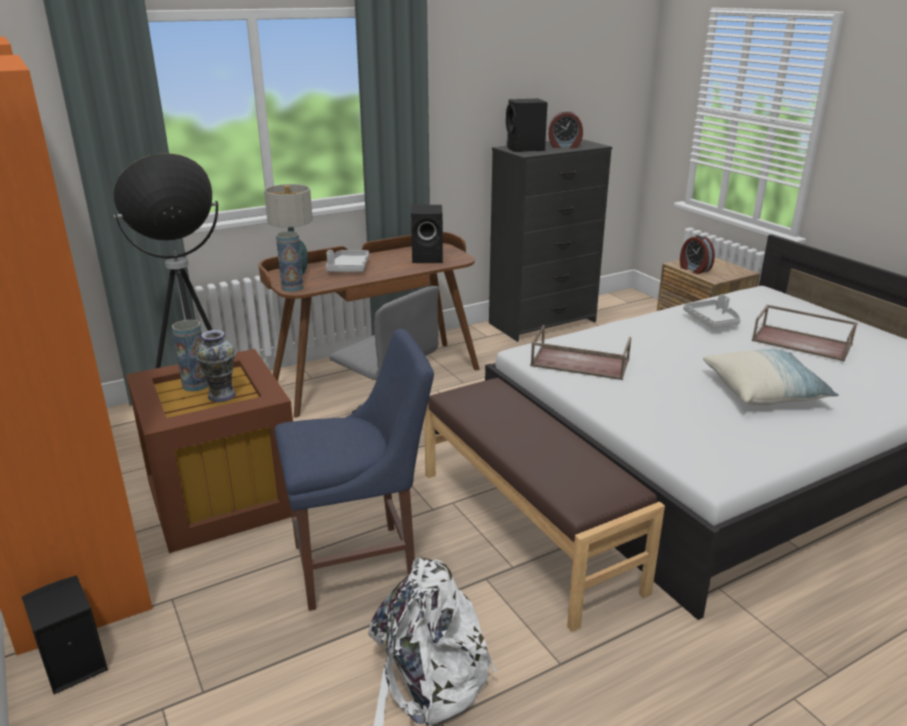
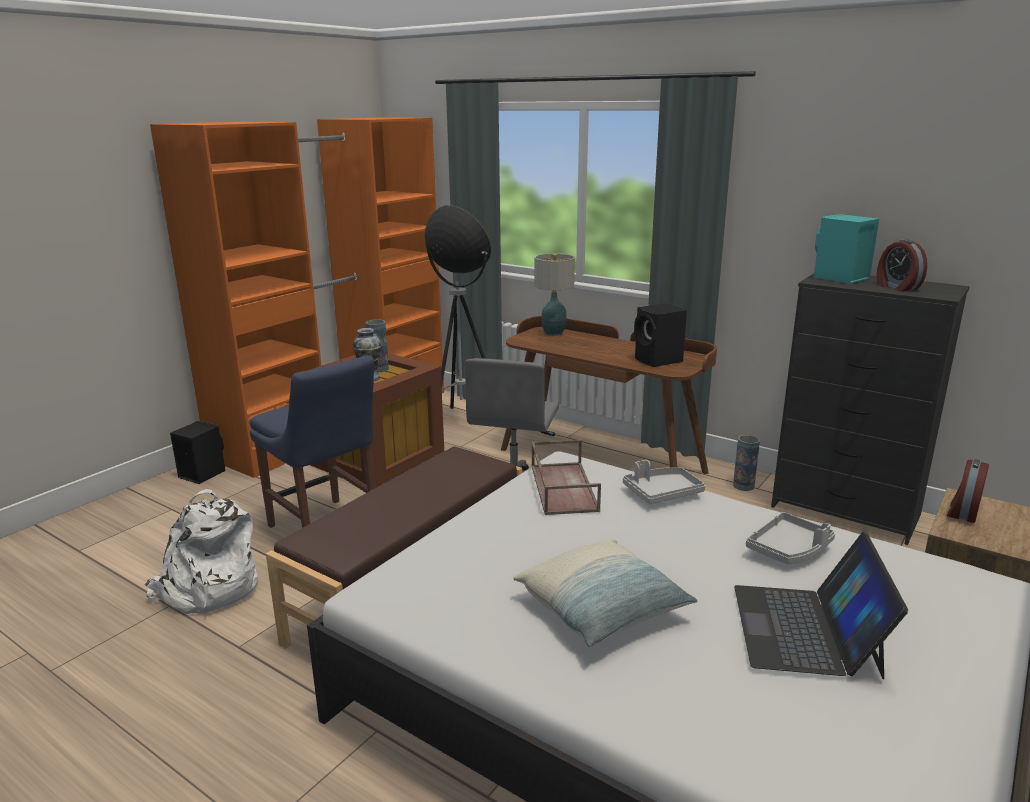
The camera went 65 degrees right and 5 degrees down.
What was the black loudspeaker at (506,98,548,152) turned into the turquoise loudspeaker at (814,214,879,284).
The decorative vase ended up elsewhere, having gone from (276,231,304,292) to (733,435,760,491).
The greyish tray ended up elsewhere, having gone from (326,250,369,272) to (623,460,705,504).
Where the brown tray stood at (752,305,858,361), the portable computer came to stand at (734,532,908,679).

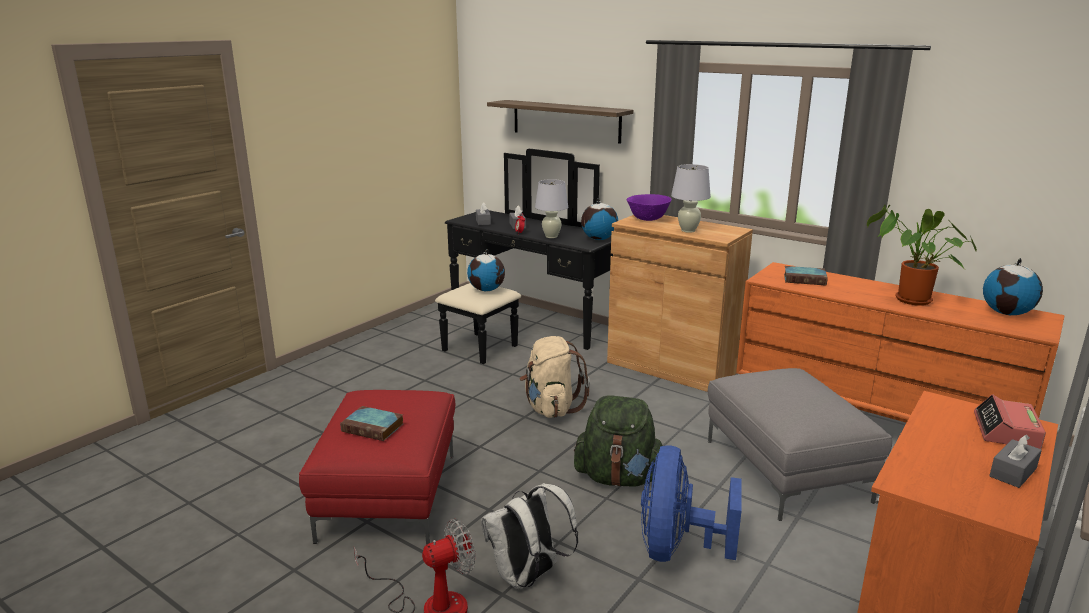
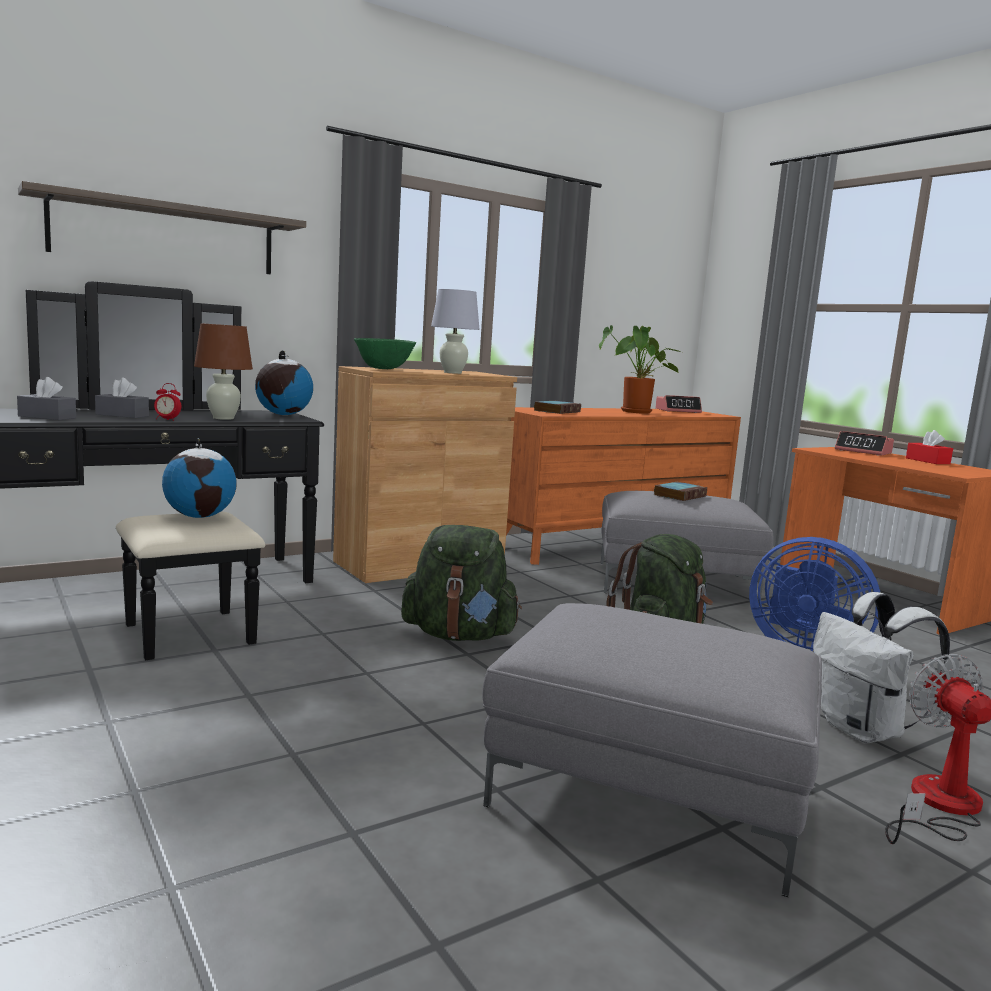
The camera went 70 degrees left and 10 degrees down.
What was the whitish tabletop lamp at (535,179,568,238) turned into the brown tabletop lamp at (194,323,253,420).
What was the purple deep dish at (627,194,672,221) turned into the green deep dish at (354,338,416,369).
Where the desk globe stood at (983,258,1043,315), the bedside clock came to stand at (655,395,702,413).
What was the beige knapsack at (520,336,590,418) turned into the green knapsack at (401,525,522,641).
What was the reddish ottoman at (299,390,455,545) turned into the greyish ottoman at (482,603,822,897).
The book ended up elsewhere, having gone from (340,406,403,441) to (654,482,707,501).
What was the greyish tissue holder at (989,435,1042,488) turned into the reddish tissue holder at (906,430,953,464).

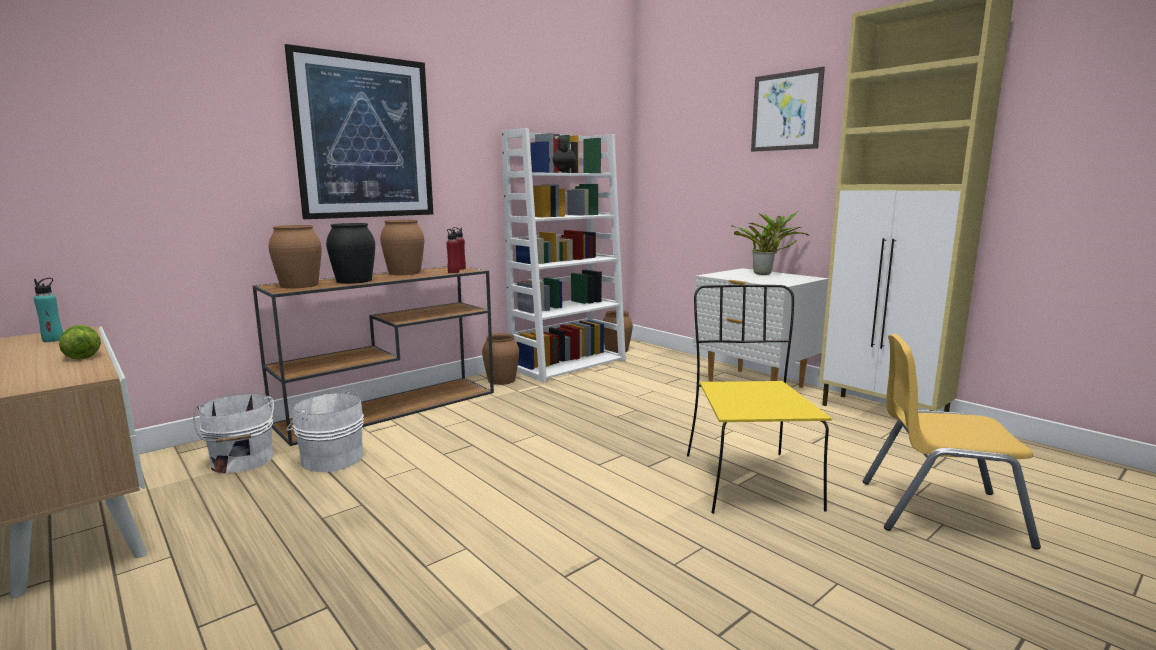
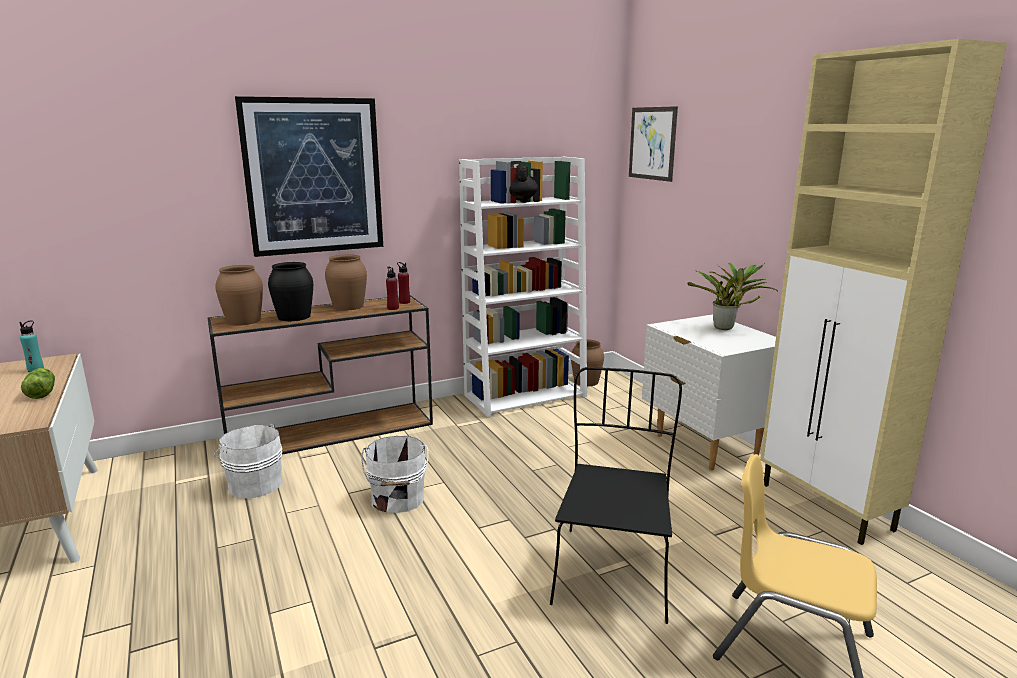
The camera went 15 degrees right and 5 degrees up.
The wall picture ended up elsewhere, having gone from (751,67,825,152) to (629,106,678,182).
What was the yellow plain chair at (687,285,832,514) turned into the black plain chair at (550,367,682,624).
The second view lost the brown decorative vase at (482,333,519,385).
The whitish pail ended up elsewhere, having gone from (193,393,274,473) to (361,436,429,513).

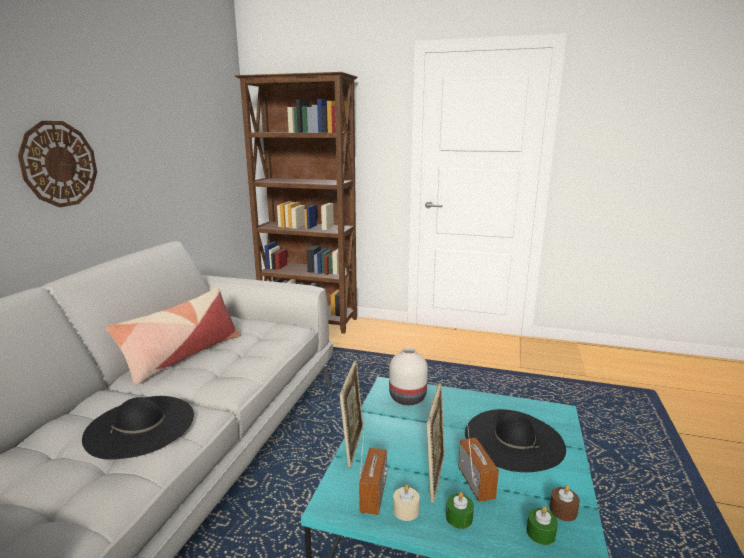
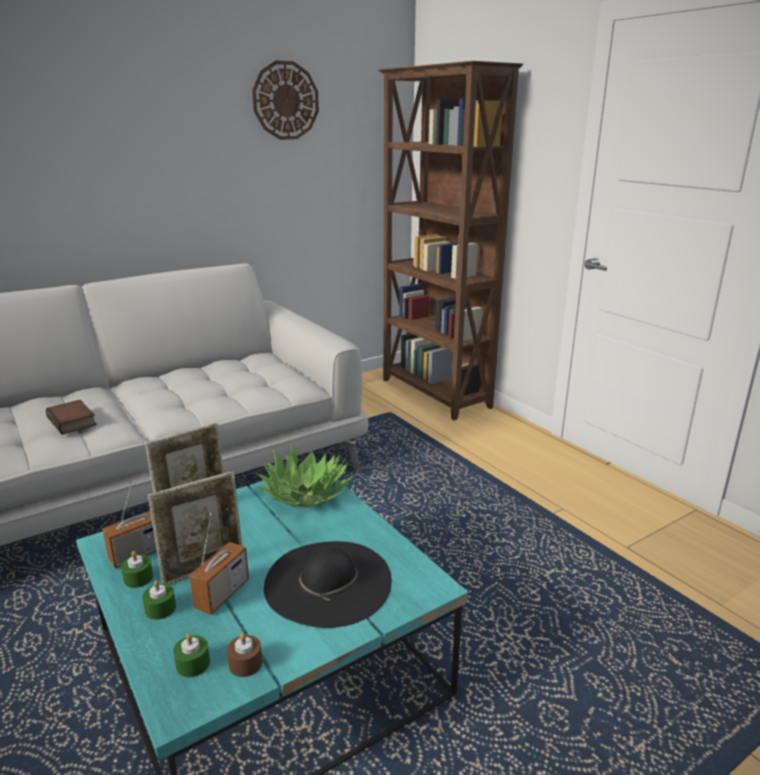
The camera went 40 degrees right and 5 degrees up.
The clock on the wall ended up elsewhere, having gone from (18,121,97,207) to (252,60,319,140).
The second view lost the cushion at (106,287,241,384).
Where the whitish decorative vase stood at (389,347,428,405), the houseplant came to stand at (256,445,354,507).
Where the black hat stood at (82,396,194,460), the book came to stand at (46,400,97,435).
What was the beige candle at (393,485,420,521) turned into the green candle at (121,551,153,588).

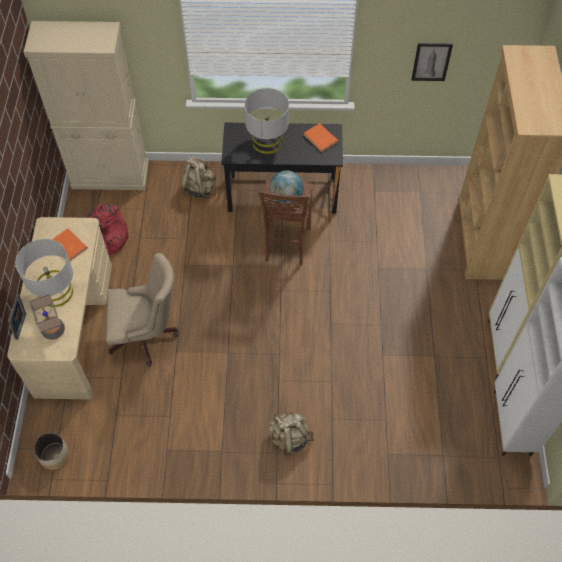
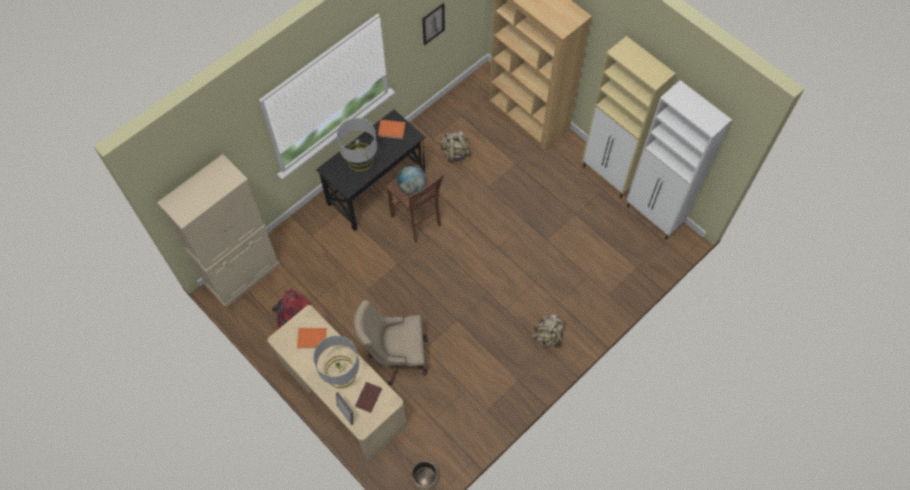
The camera went 45 degrees left and 5 degrees up.
The beige knapsack ended up elsewhere, having gone from (181,157,216,199) to (440,131,472,163).
The beige office chair at (106,253,179,367) ended up facing another way, 135 degrees counterclockwise from before.
Where the tabletop lamp stood at (29,294,65,340), the brown book came to stand at (355,382,382,413).

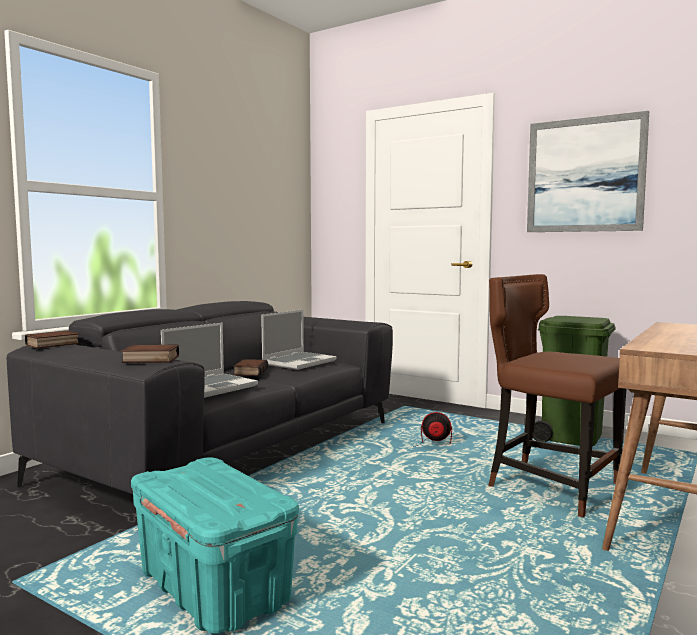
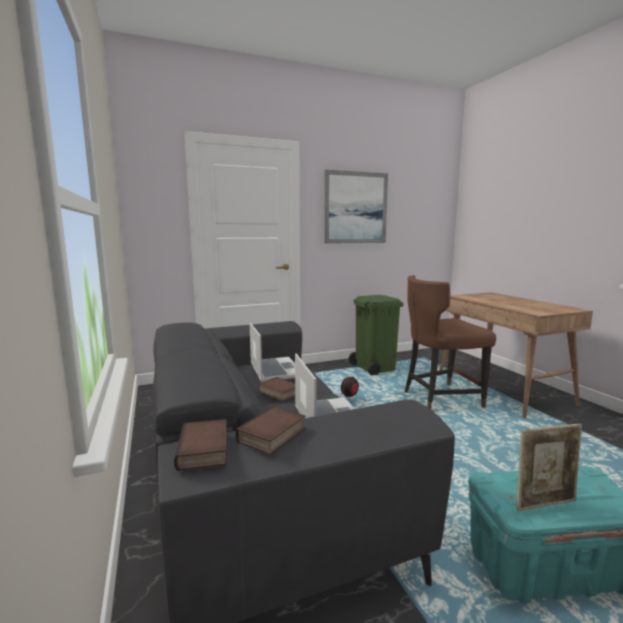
The camera went 55 degrees left and 5 degrees up.
The book ended up elsewhere, having gone from (121,345,179,363) to (235,406,306,455).
The second view gained the standing frame at (516,424,582,511).

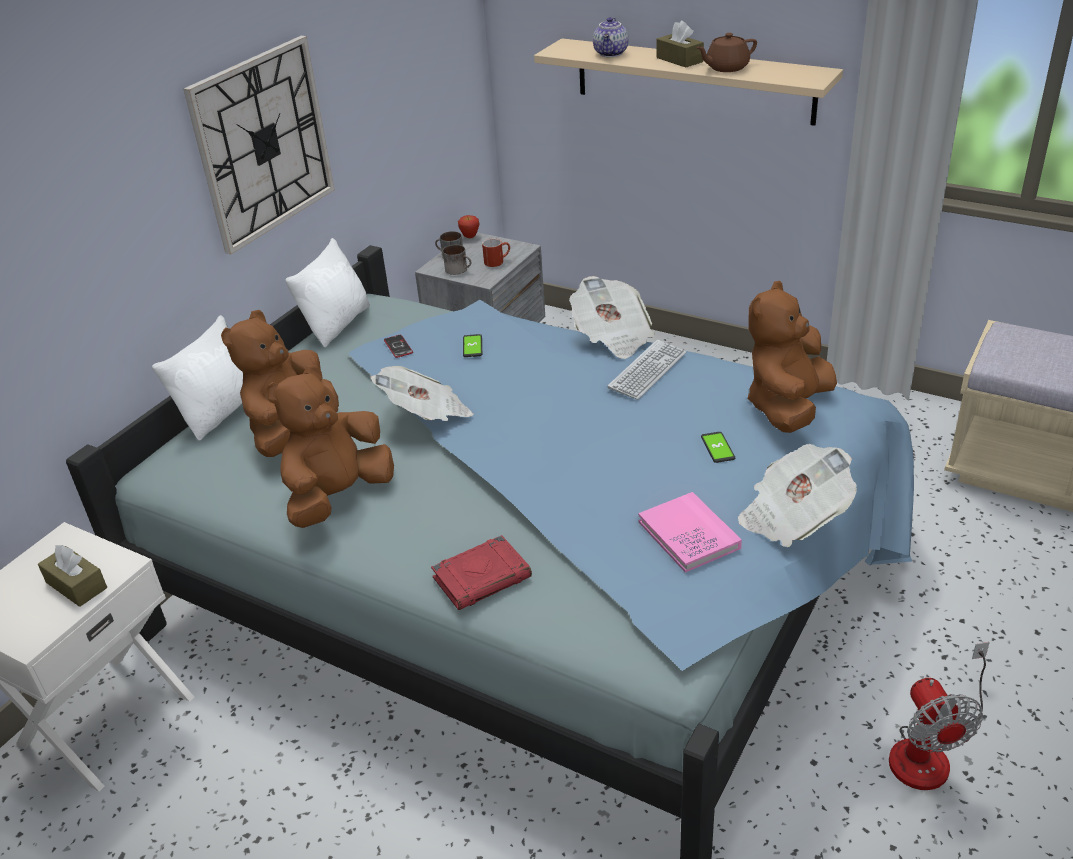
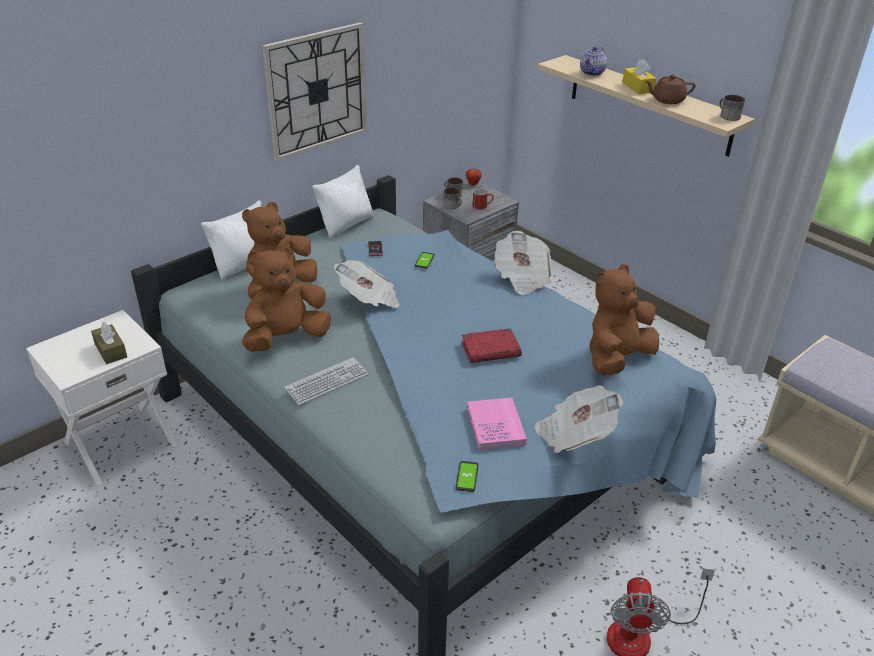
The camera went 15 degrees right and 0 degrees up.
What was the brown tissue holder at (656,20,704,67) turned into the yellow tissue holder at (622,59,657,94).
The computer keyboard ended up elsewhere, having gone from (608,340,686,400) to (284,357,368,405).
The handset ended up elsewhere, having gone from (701,432,735,463) to (456,461,478,492).
The reddish book ended up elsewhere, having gone from (431,535,532,610) to (461,328,522,363).
The second view gained the mug at (719,95,745,121).

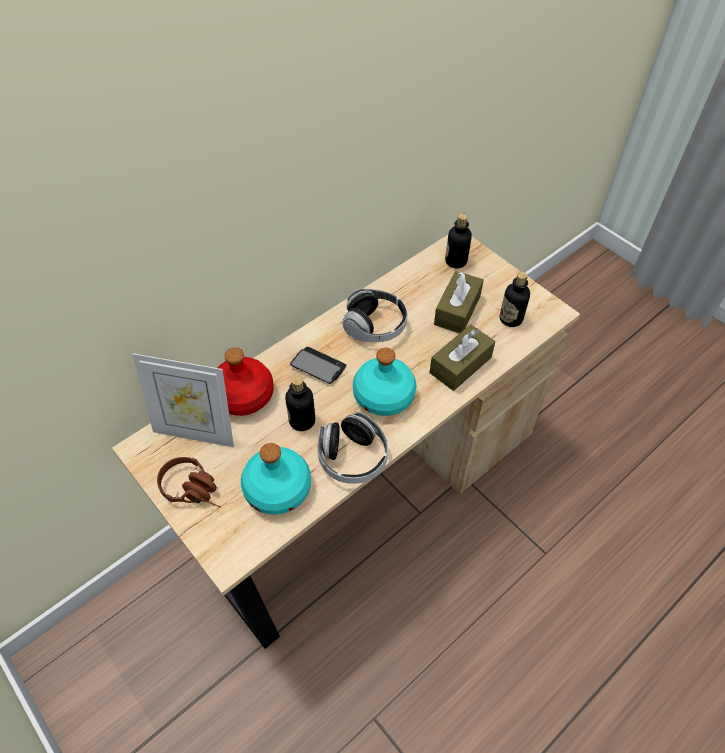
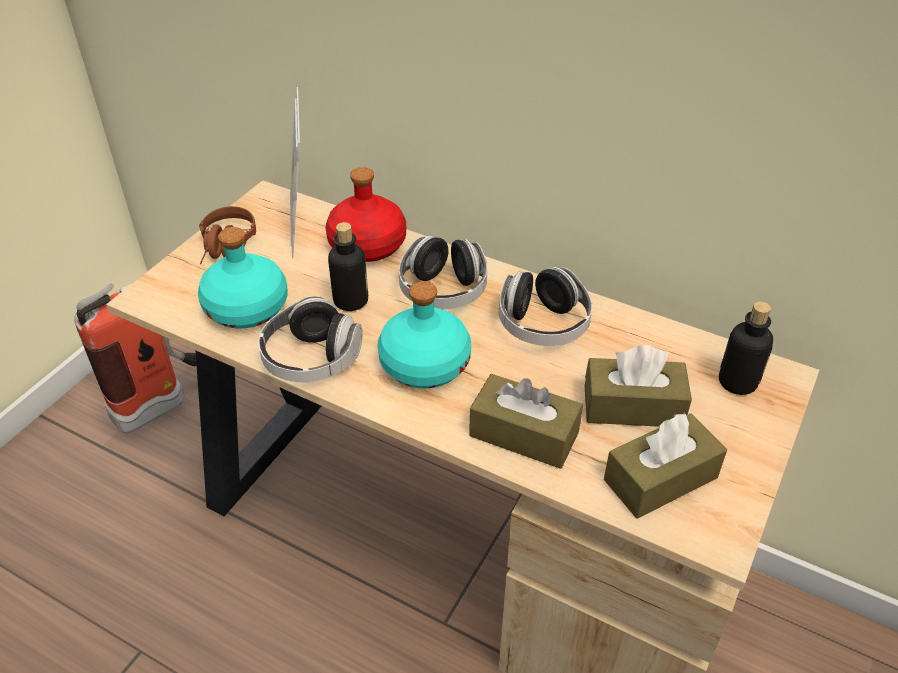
The camera went 70 degrees right and 10 degrees down.
Where the drink bottle stood at (500,272,530,327), the brown tissue holder came to stand at (604,413,727,518).
Where the handset stood at (290,347,346,384), the headset came to stand at (399,235,487,310).
The second view gained the fire extinguisher at (74,283,197,433).

